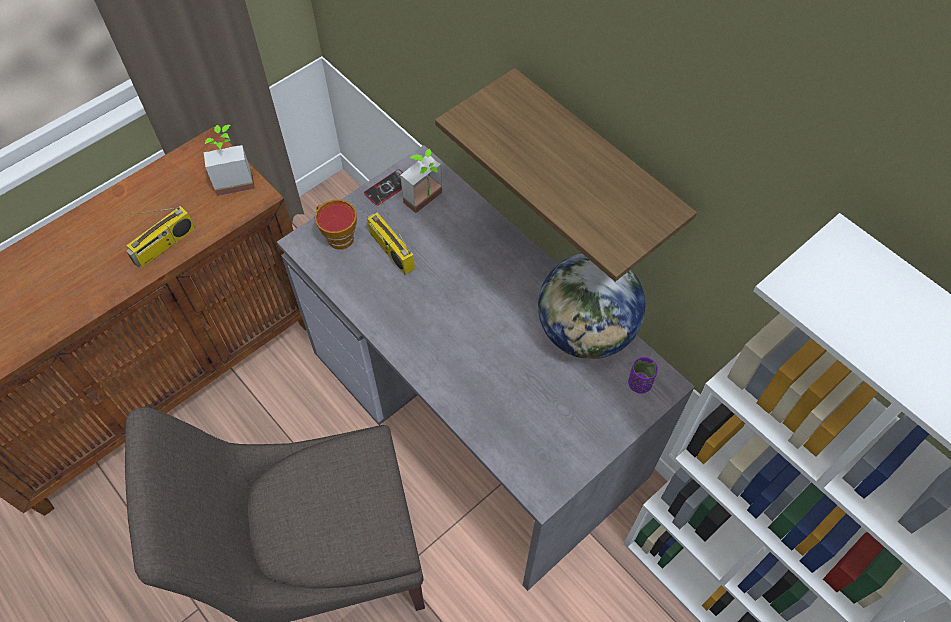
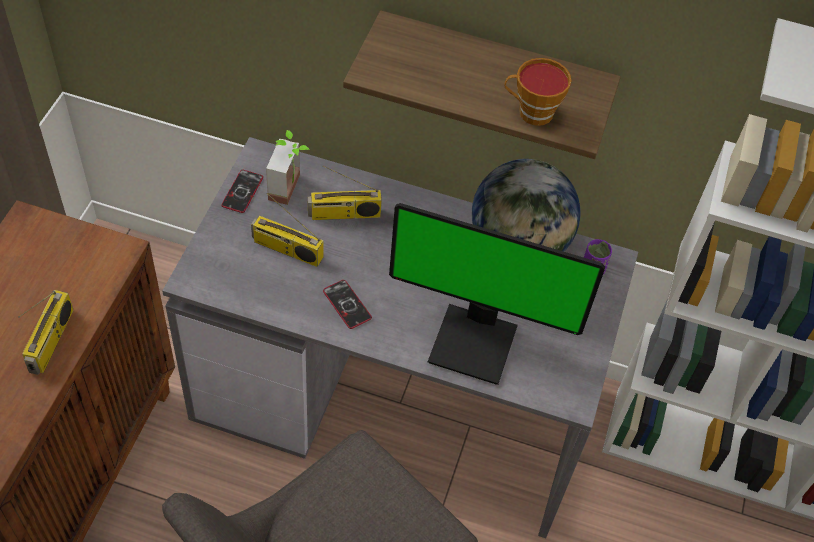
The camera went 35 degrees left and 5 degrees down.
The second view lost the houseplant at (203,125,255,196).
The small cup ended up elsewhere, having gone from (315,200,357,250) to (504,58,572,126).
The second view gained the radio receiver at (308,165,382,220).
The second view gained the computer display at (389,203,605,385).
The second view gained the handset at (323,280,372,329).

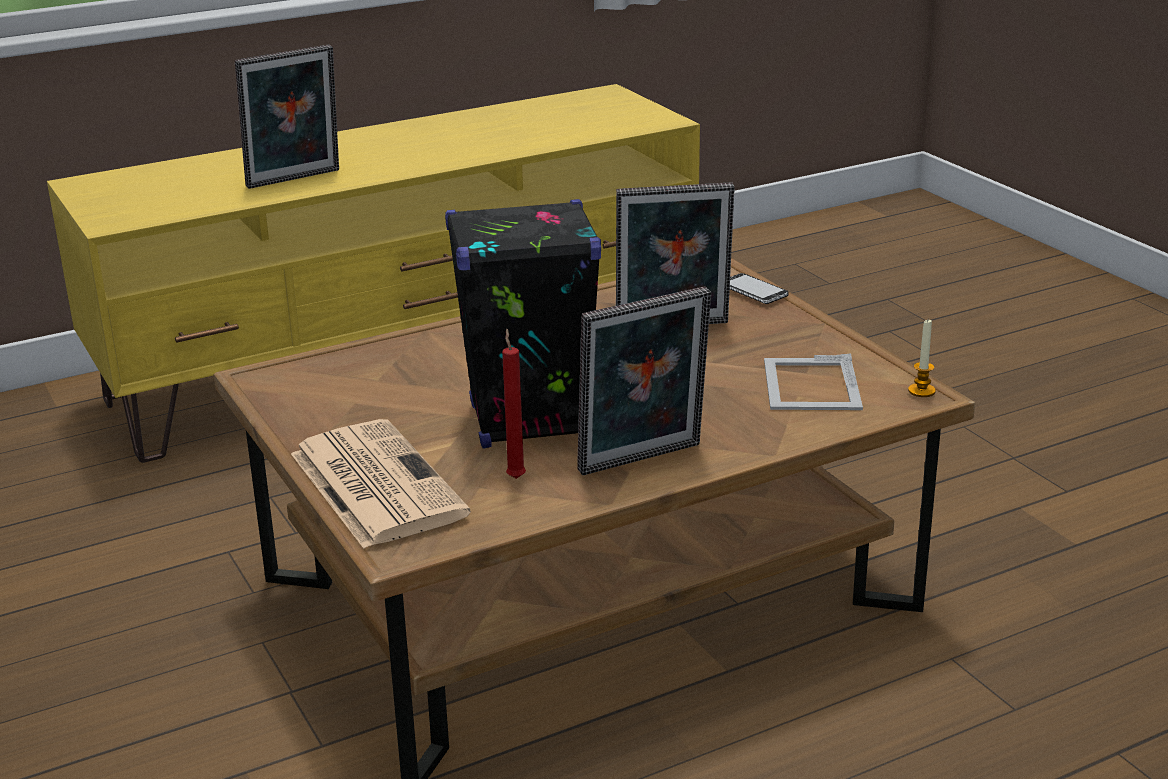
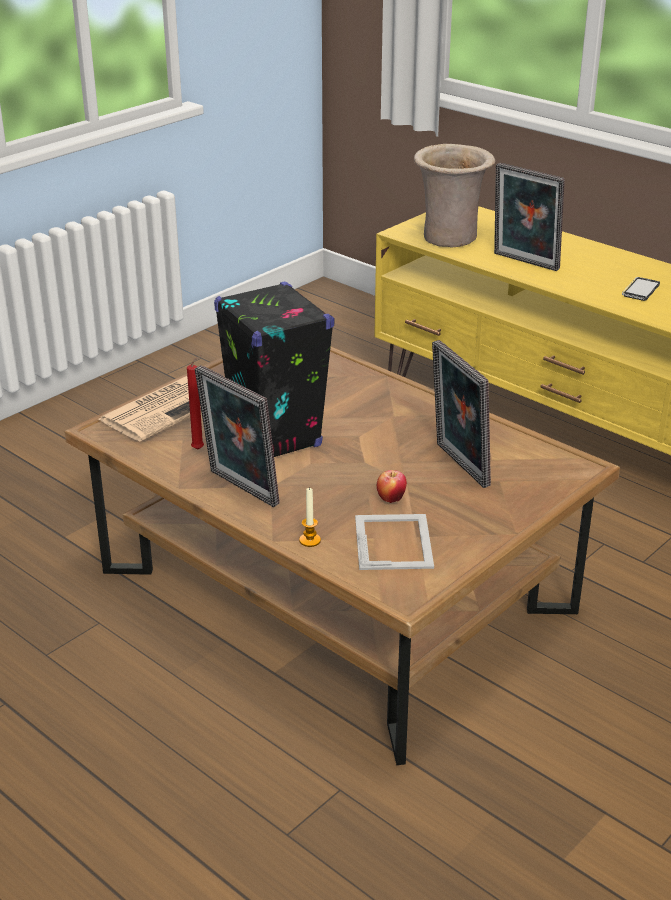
The camera went 70 degrees right and 5 degrees up.
The handset ended up elsewhere, having gone from (730,273,789,304) to (622,277,660,301).
The candle ended up elsewhere, having gone from (908,320,936,397) to (299,487,321,547).
The standing frame at (764,354,863,410) ended up facing another way, 105 degrees clockwise from before.
The second view gained the beige decorative vase at (414,144,495,247).
The second view gained the apple at (377,470,407,503).

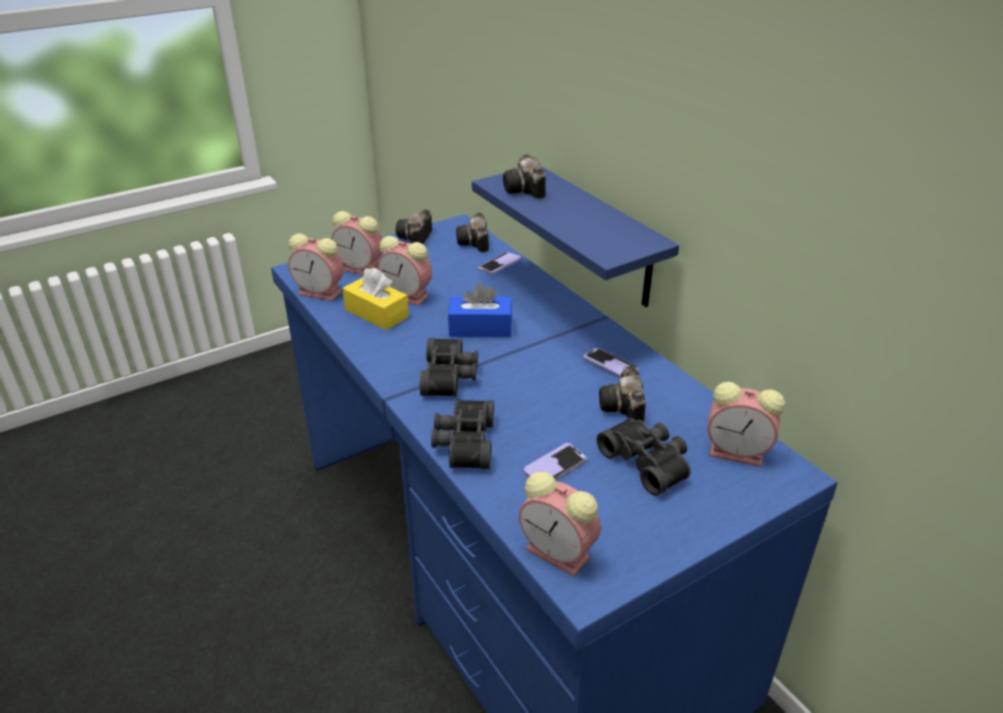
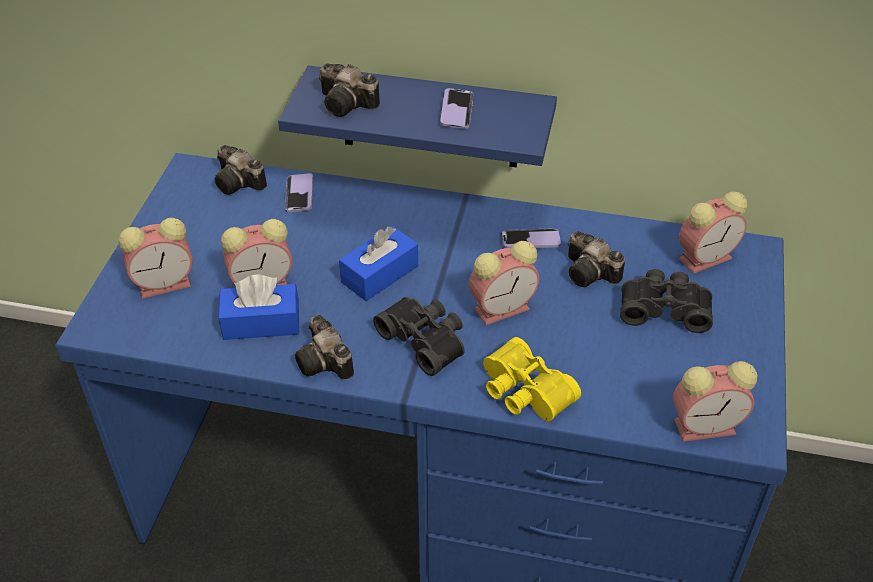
The camera went 45 degrees left and 10 degrees up.
The still camera ended up elsewhere, having gone from (396,210,432,245) to (295,314,354,380).
The bedside clock ended up elsewhere, having gone from (288,234,344,301) to (469,241,539,325).
What was the yellow tissue holder at (342,268,409,330) turned into the blue-coloured tissue holder at (218,274,299,340).
What was the black pair of binoculars at (431,400,494,469) turned into the yellow pair of binoculars at (483,337,581,421).
The handset ended up elsewhere, having gone from (524,443,587,481) to (440,88,473,129).

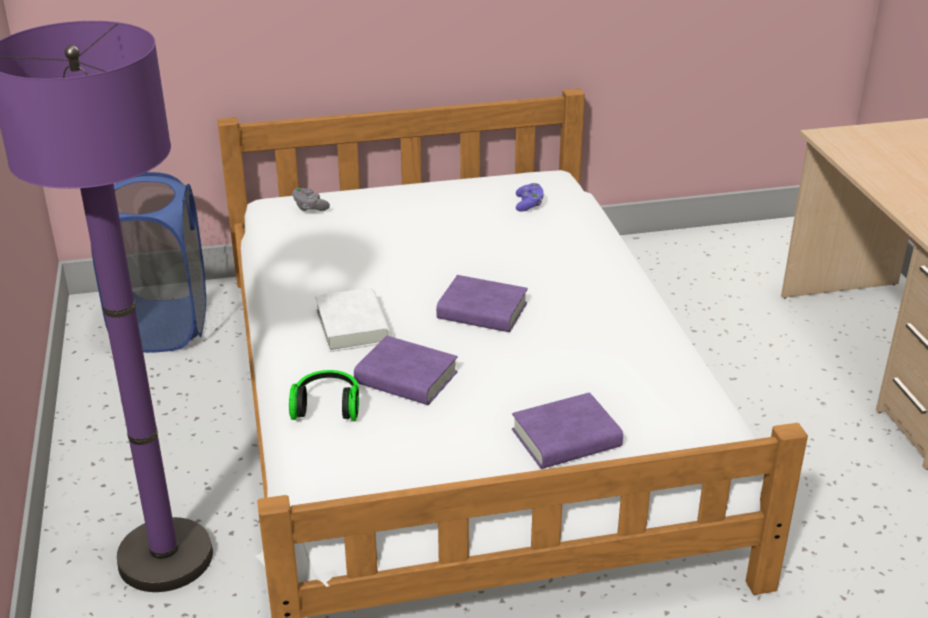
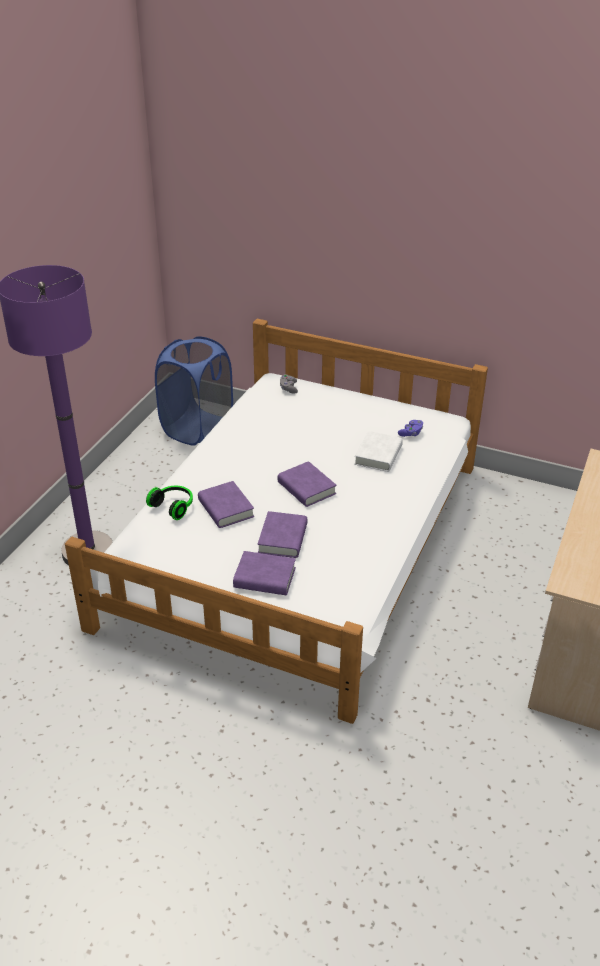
The camera went 35 degrees right and 5 degrees up.
The whitish book ended up elsewhere, having gone from (315,288,391,352) to (354,431,403,472).
The second view gained the purple book at (258,511,308,558).

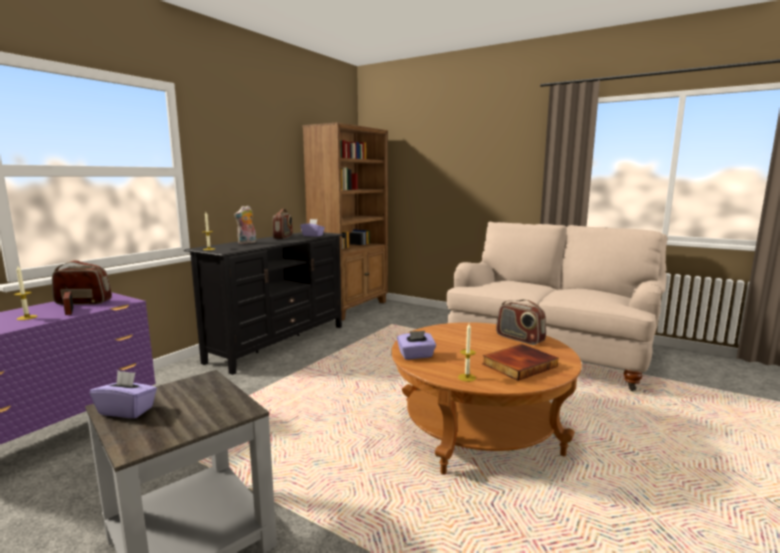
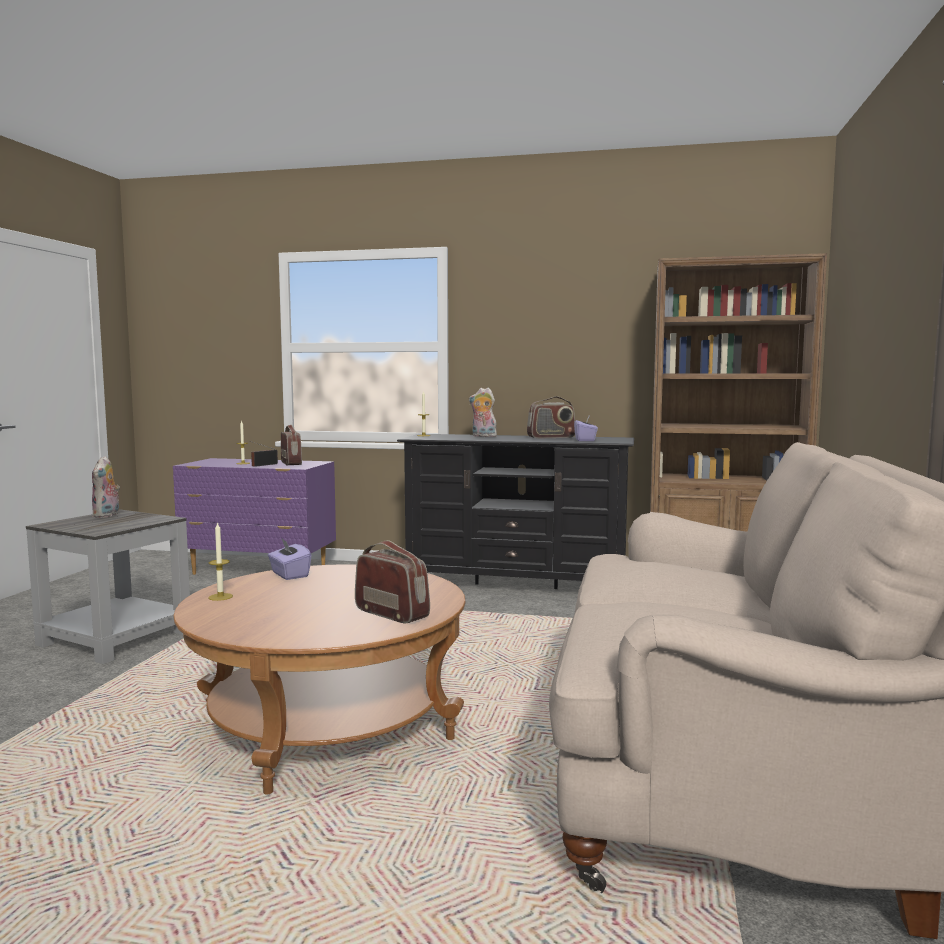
The camera went 70 degrees right and 5 degrees down.
The radio receiver at (496,299,546,345) ended up facing another way, 105 degrees clockwise from before.
The second view lost the book at (482,344,558,381).
Where the purple tissue holder stood at (90,371,157,418), the plush toy came to stand at (92,456,120,518).

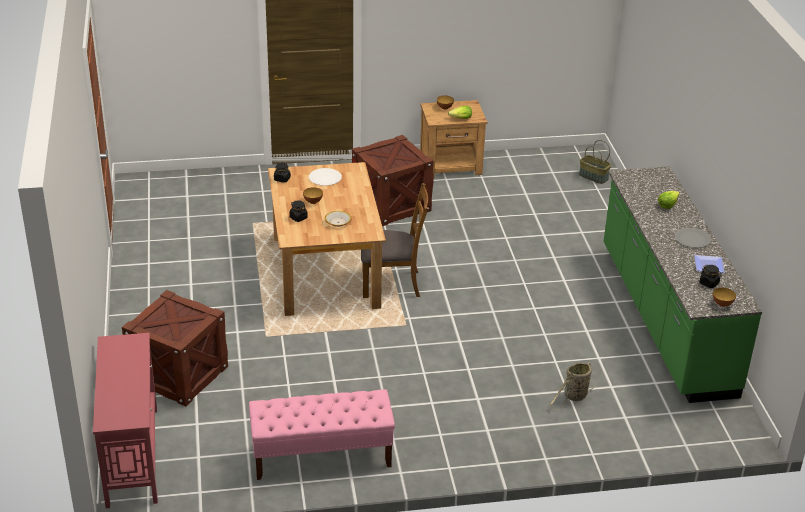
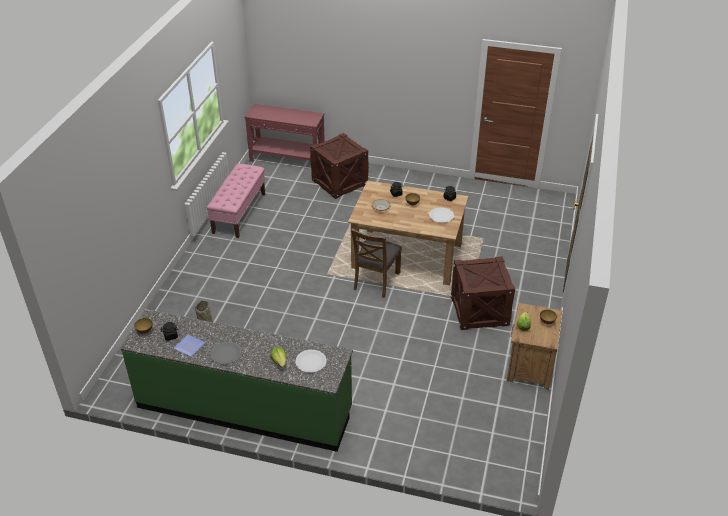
The camera went 115 degrees right and 5 degrees up.
The second view lost the basket at (579,140,611,184).
The second view gained the whitish plate at (295,350,327,373).

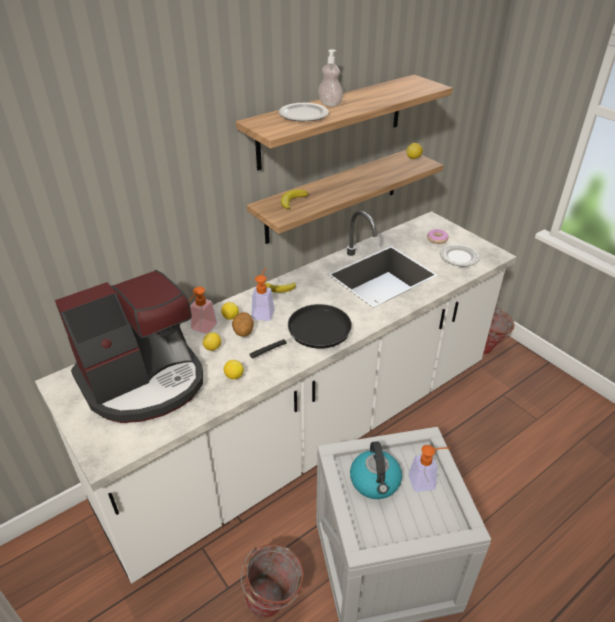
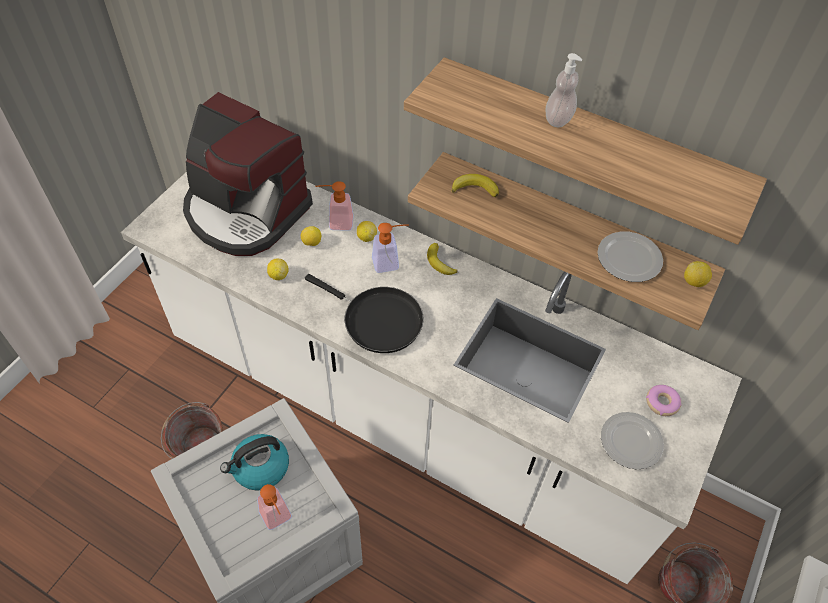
The camera went 65 degrees right and 15 degrees up.
The plate ended up elsewhere, having gone from (279,103,329,121) to (597,231,663,282).
The second view lost the potato at (232,312,254,336).

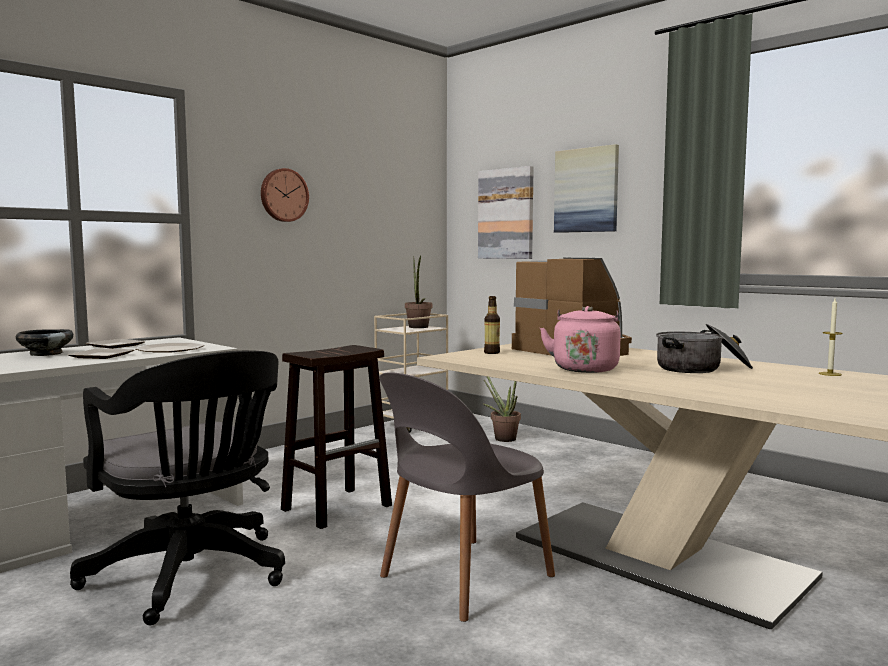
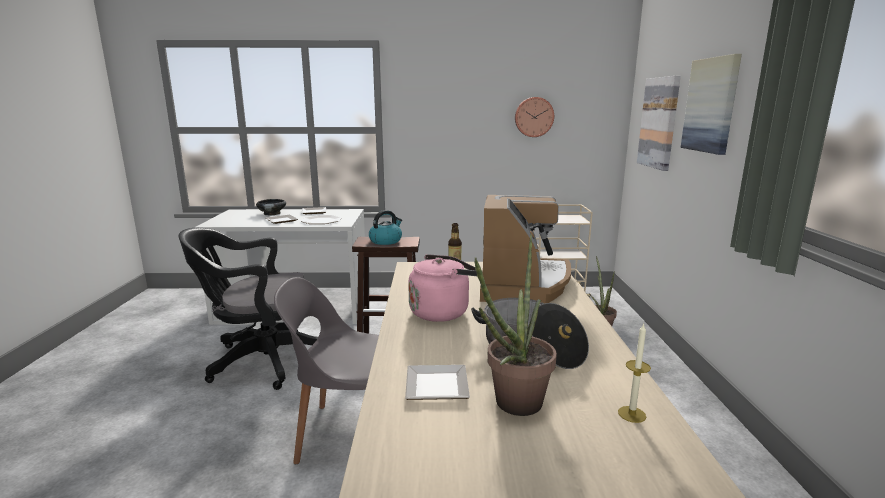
The camera went 45 degrees right and 10 degrees up.
The clock on the wall ended up elsewhere, having gone from (261,168,309,222) to (515,97,554,137).
The houseplant ended up elsewhere, having gone from (405,255,432,328) to (475,234,557,416).
The black office chair at (70,350,285,625) ended up facing another way, 75 degrees clockwise from before.
The second view gained the kettle at (369,210,402,245).
The second view gained the plate at (405,365,470,400).

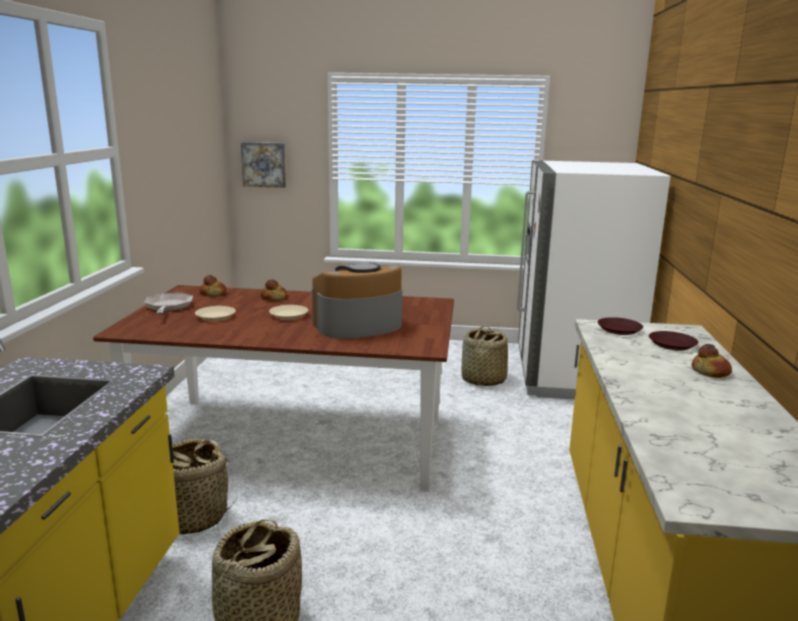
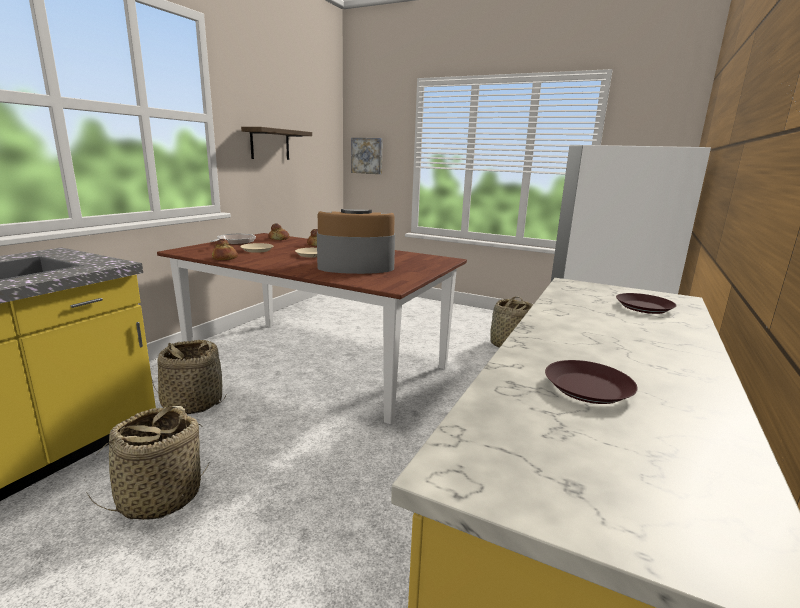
The camera went 20 degrees right and 0 degrees up.
The brown plate ended up elsewhere, having gone from (598,317,643,335) to (545,360,638,404).
The bread ended up elsewhere, having gone from (692,344,732,378) to (212,239,238,260).
The second view gained the shelf at (241,127,312,160).

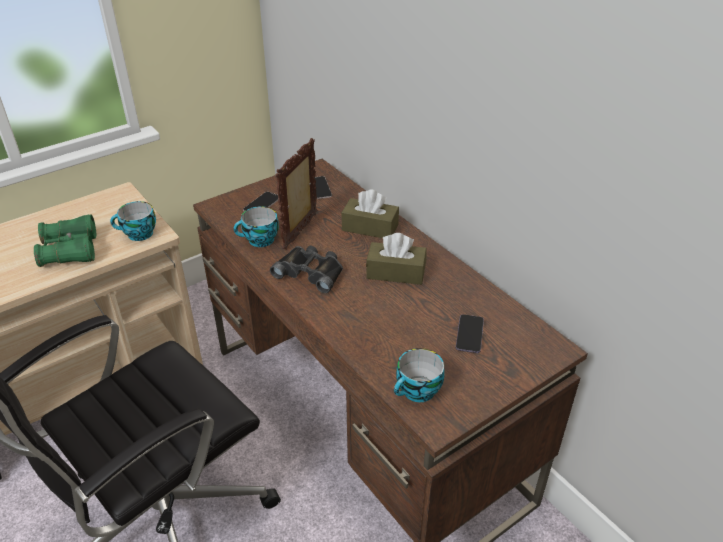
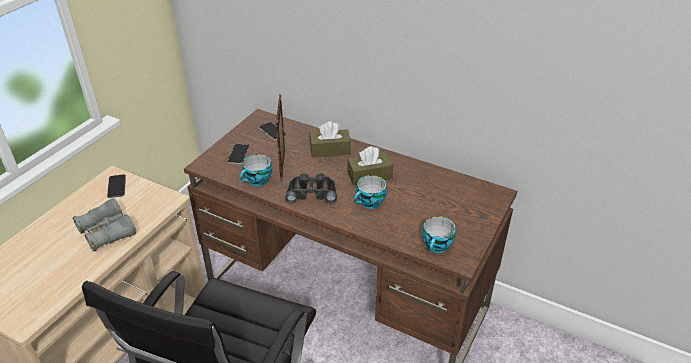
The camera went 25 degrees left and 0 degrees up.
The small cup ended up elsewhere, having gone from (110,201,156,241) to (354,175,387,209).
What was the green pair of binoculars at (34,215,96,267) turned into the greyish pair of binoculars at (73,198,136,252).
The handset ended up elsewhere, having gone from (456,314,484,353) to (107,174,126,198).

